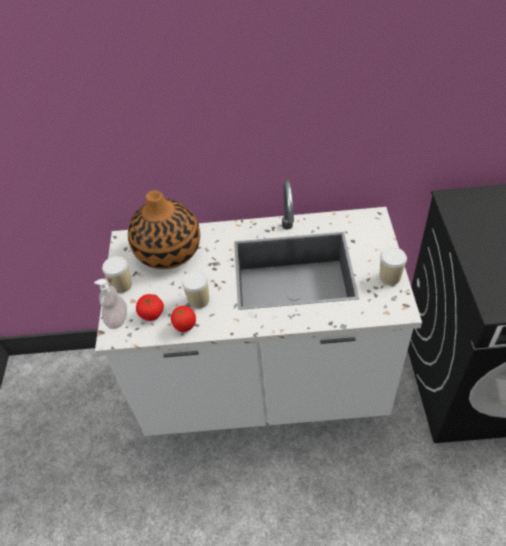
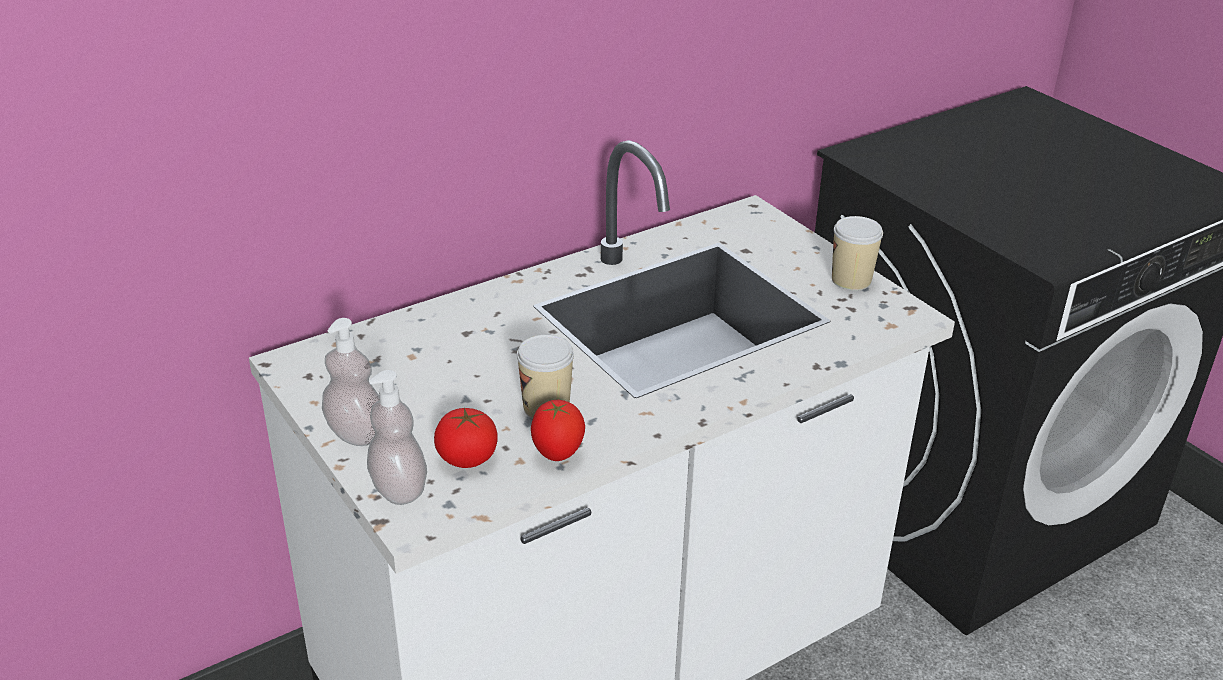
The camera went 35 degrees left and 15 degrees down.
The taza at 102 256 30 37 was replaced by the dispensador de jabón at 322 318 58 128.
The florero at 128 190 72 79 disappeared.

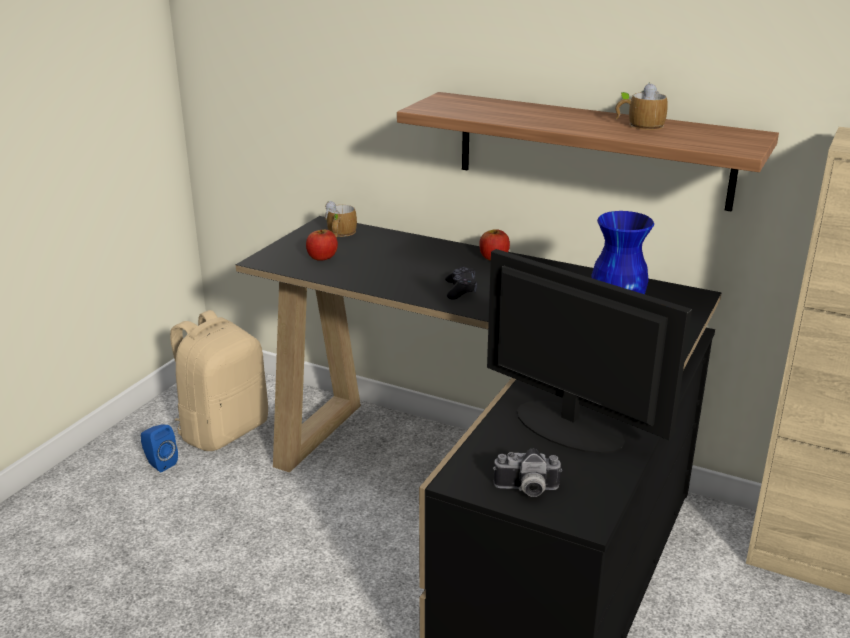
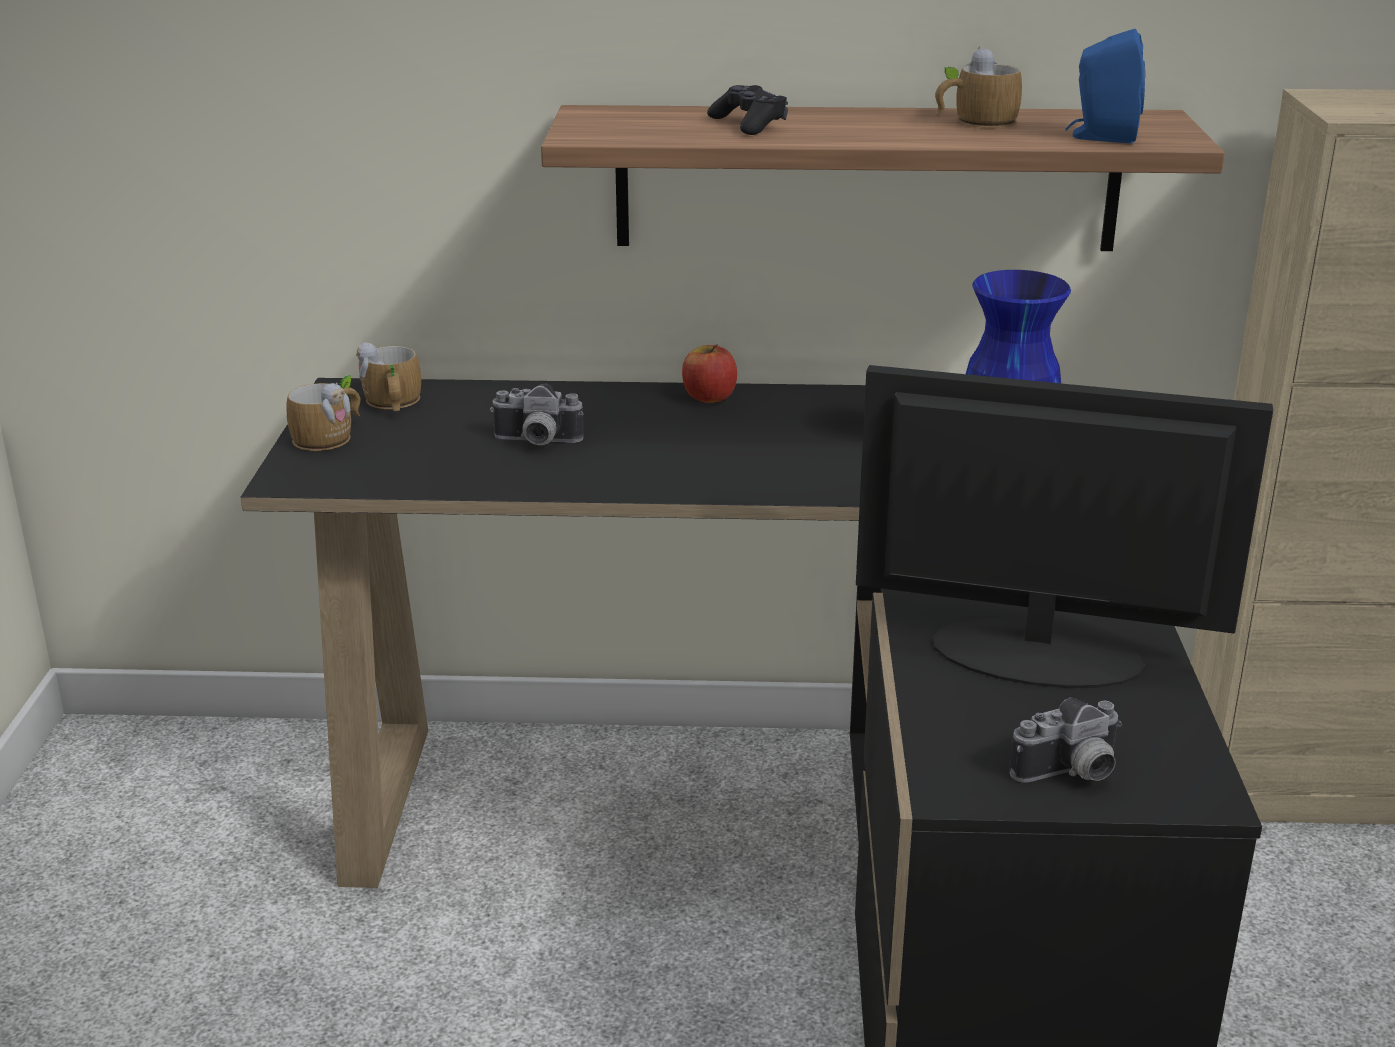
The camera went 25 degrees left and 0 degrees up.
The altavoz (azul) moved from 141 425 37 47 to 1065 29 80 114.
The mochila (beis) at 170 310 98 141 disappeared.
The manzana at 306 230 32 31 disappeared.
The mando de consola (negro) moved from 445 267 32 33 to 707 85 81 50.
The taza grande at 286 375 74 76 appeared.
The cámara at 490 384 94 61 appeared.

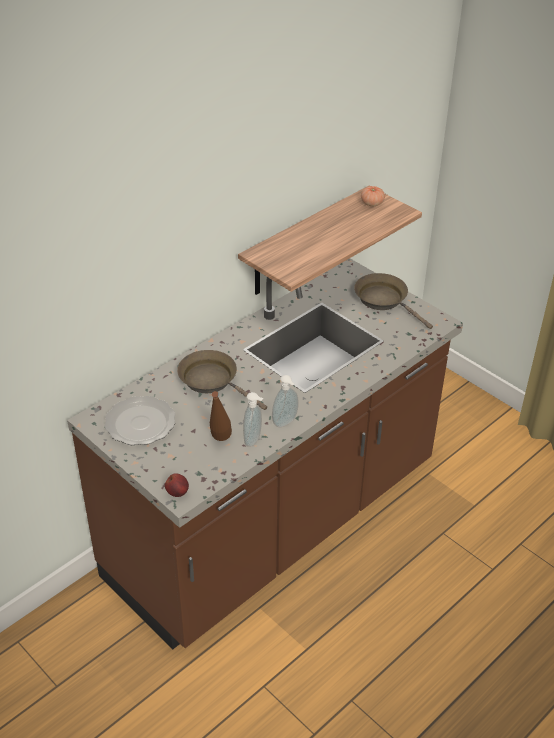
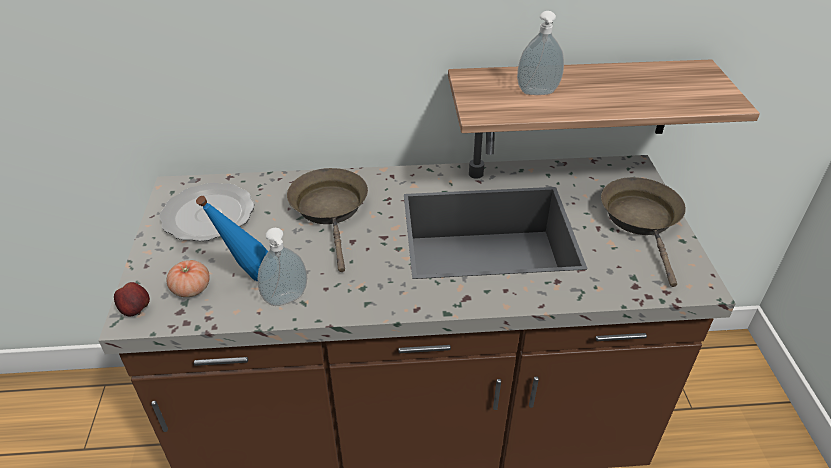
The camera went 40 degrees right and 0 degrees up.
The botella (marrón) at 210 391 22 50 became the botella (azul) at 196 196 72 85.
The dispensador de jabón moved from 272 375 27 52 to 517 11 47 84.
The tomate moved from 361 186 24 20 to 167 260 43 37.

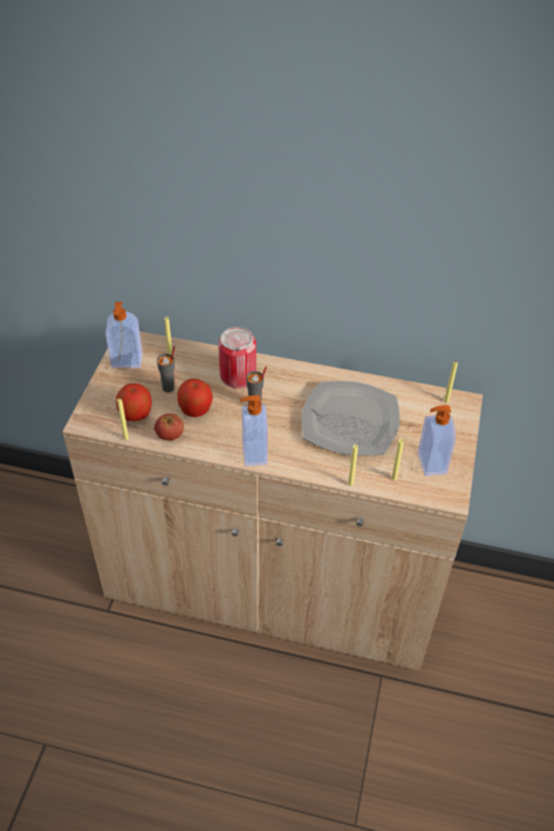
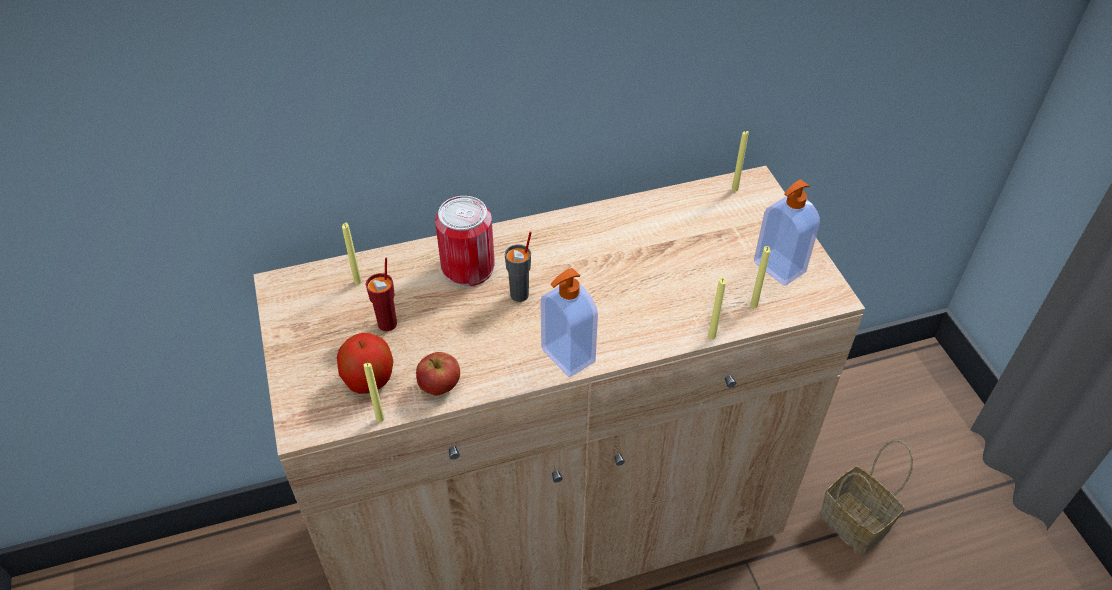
The camera went 30 degrees left and 0 degrees up.
The dispensador de jabón at 105 302 37 66 disappeared.
The taza (gris) at 157 346 18 47 became the taza (rojo) at 365 257 32 74.
The manzana at 177 378 36 39 disappeared.
The plato at 302 381 98 75 disappeared.
The cesta at 820 440 93 114 appeared.

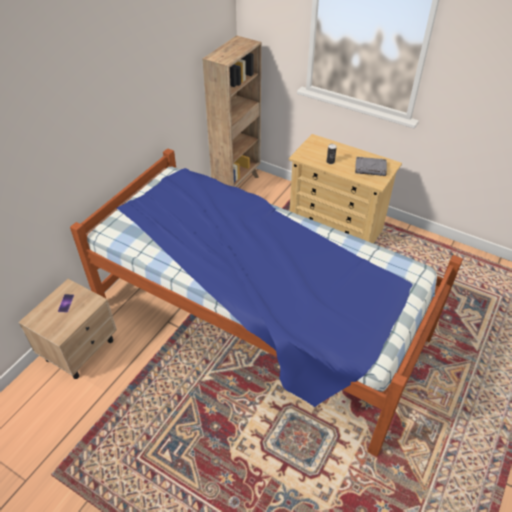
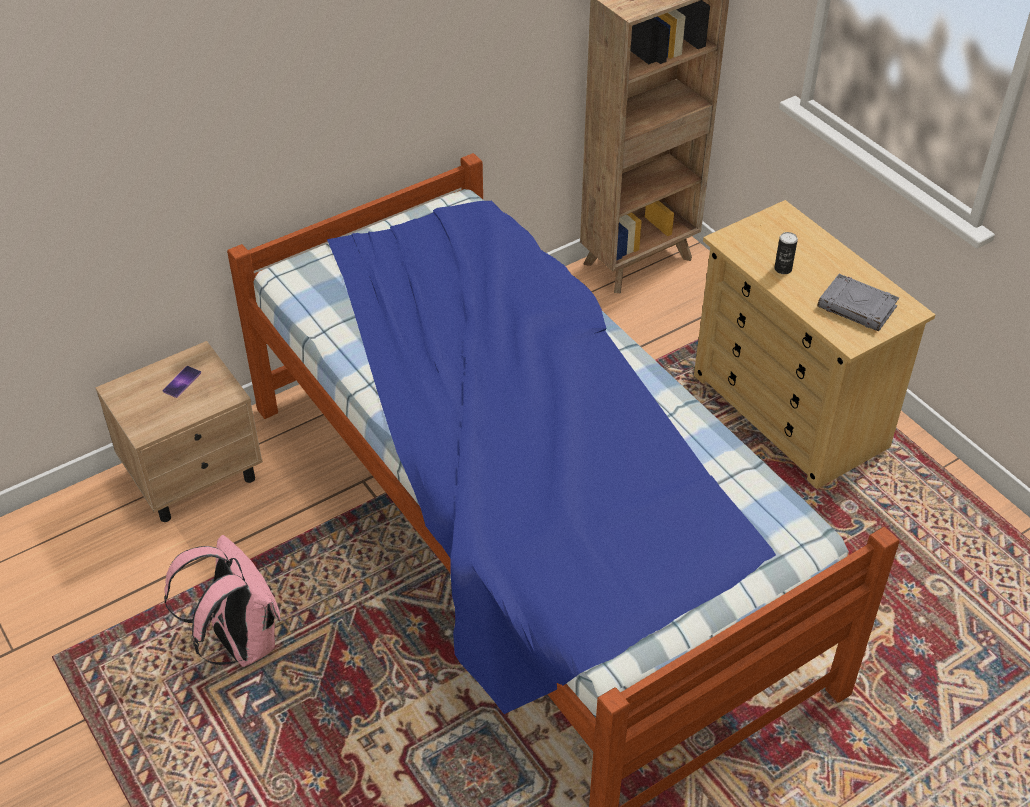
The camera went 25 degrees right and 0 degrees up.
The mochila (rosa) at 164 535 117 132 appeared.

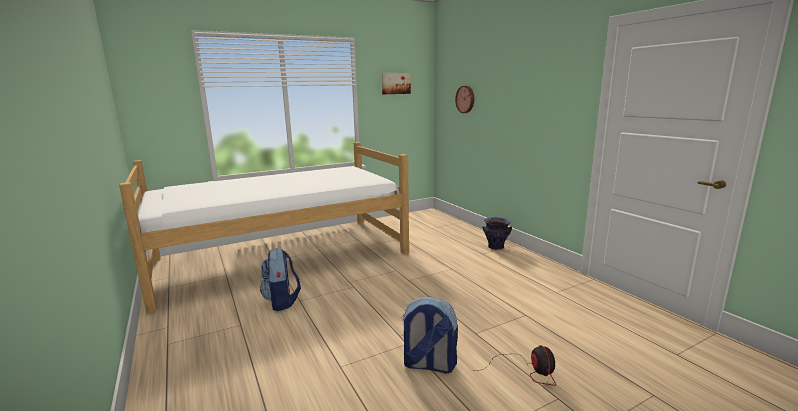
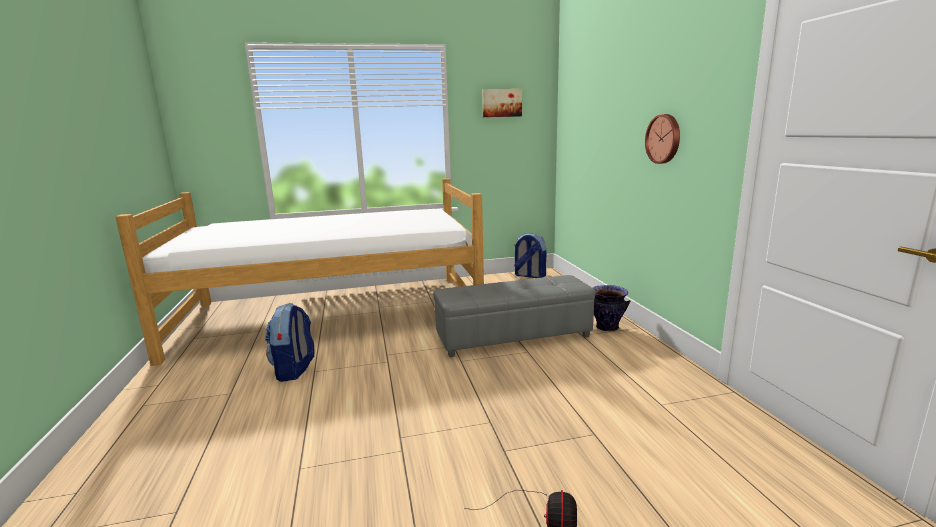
The camera went 15 degrees right and 0 degrees up.
The mochila moved from 401 297 57 77 to 514 233 32 45.
The reloj de pared moved from 455 86 19 27 to 645 114 35 50.
The puf (gris) at 433 275 162 82 appeared.

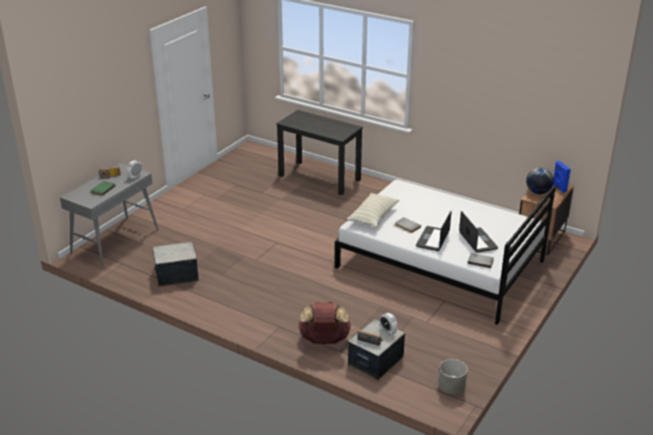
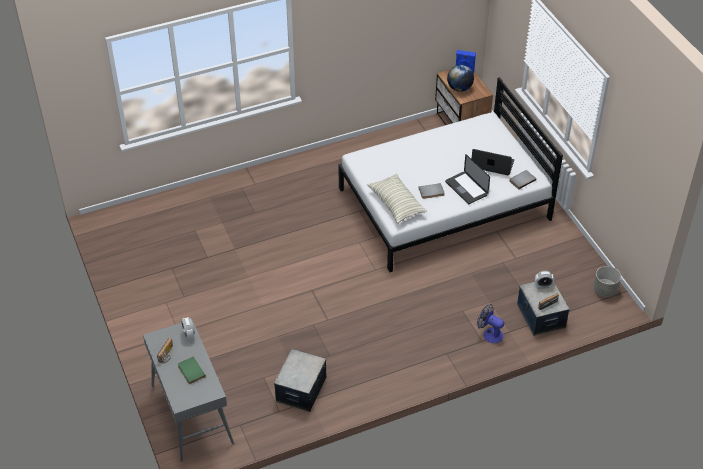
The camera went 55 degrees left and 15 degrees up.
The escritorio (negro) at 276 110 87 85 disappeared.
The mochila (marrón) at 299 301 52 43 was replaced by the ventilador at 477 304 27 39.

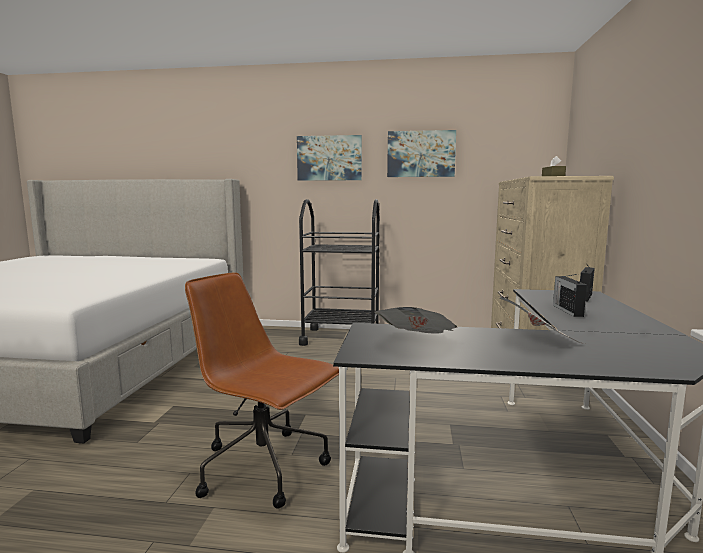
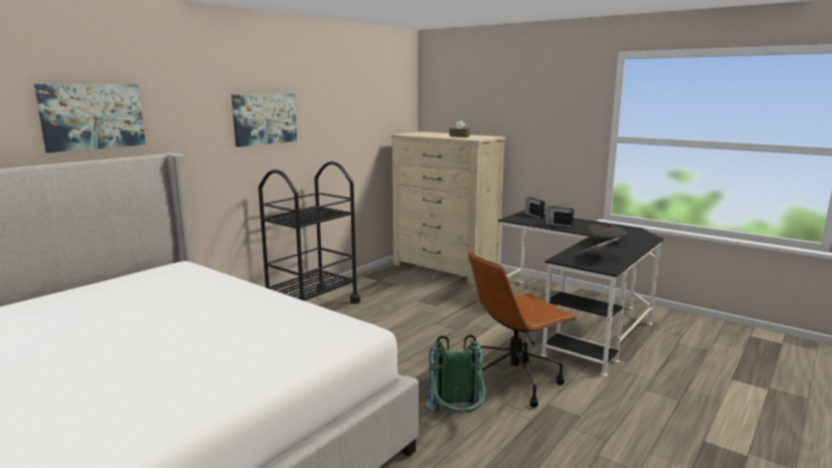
The camera went 60 degrees left and 5 degrees up.
The cuadro moved from 387 130 69 47 to 34 84 112 69.
The mochila (verde) at 426 334 60 78 appeared.

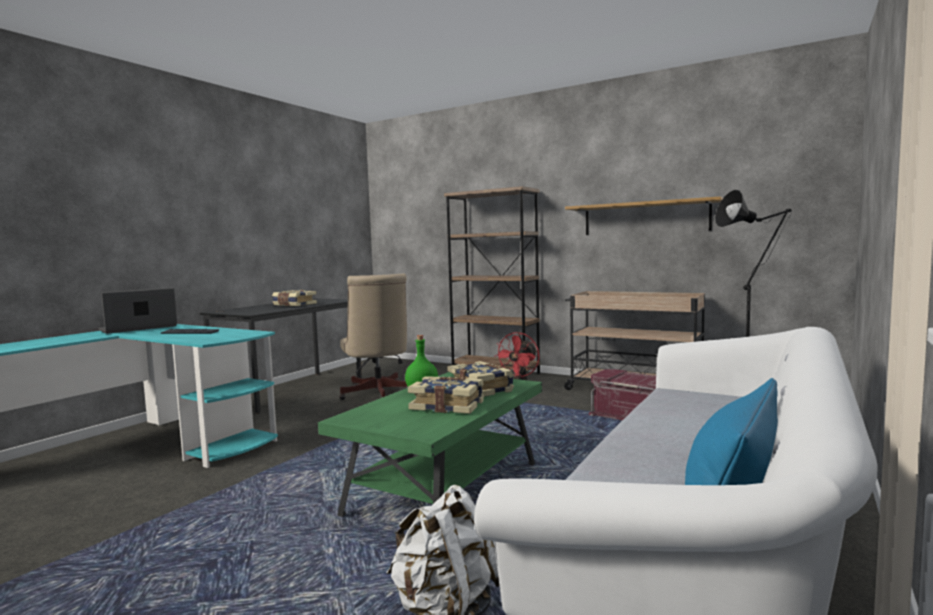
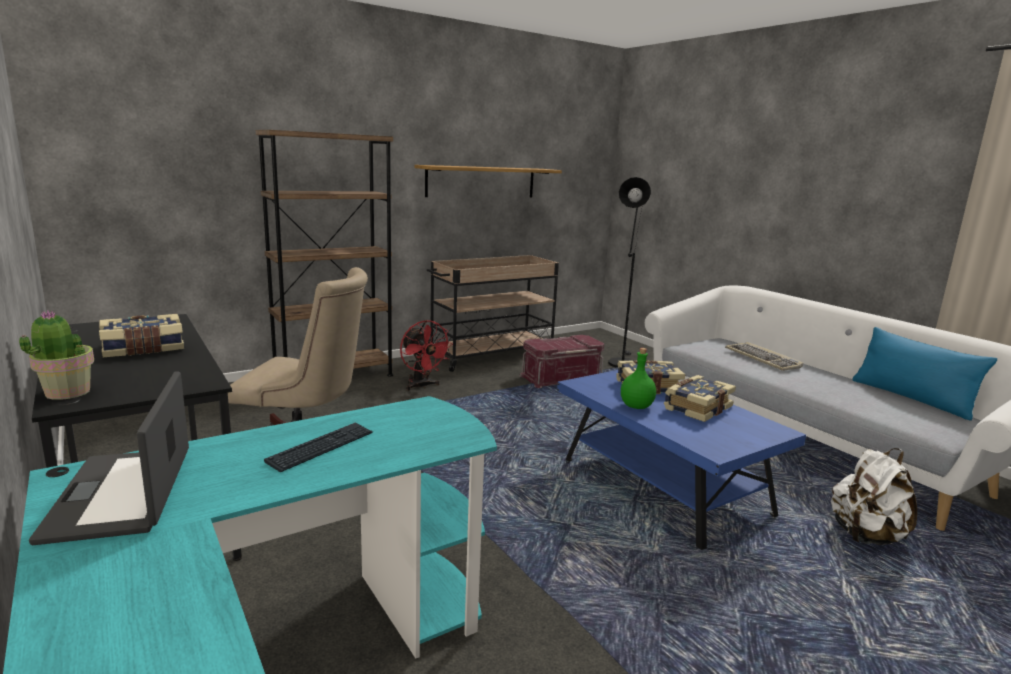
The camera went 65 degrees left and 10 degrees up.
The mesa de centro (verde) at 318 372 224 145 became the mesa de centro (azul) at 557 370 249 180.
The planta en maceta at 19 311 75 89 appeared.
The teclado at 725 342 79 29 appeared.

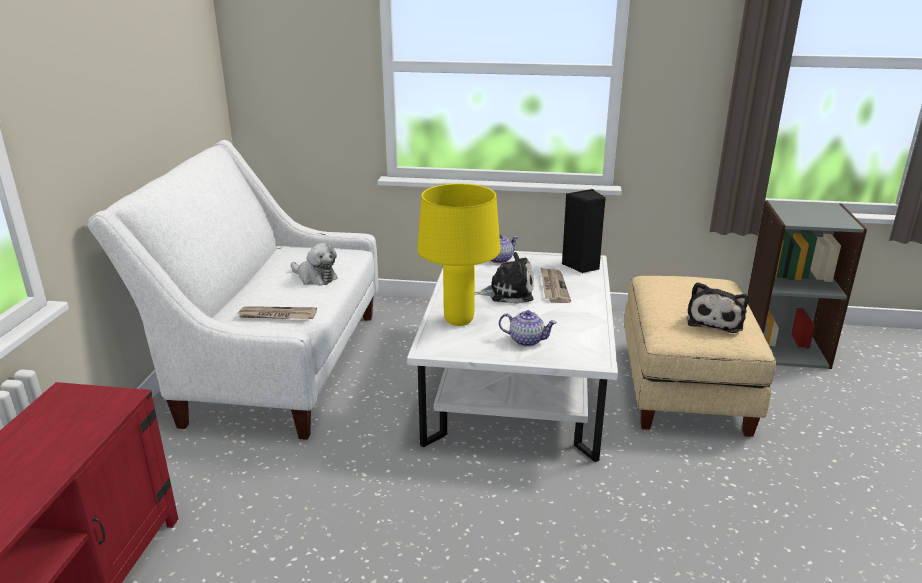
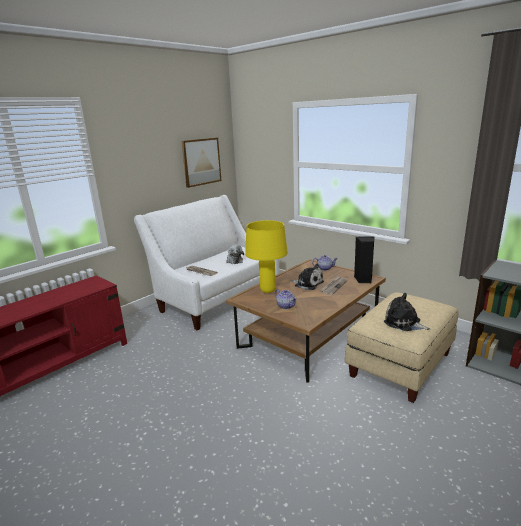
The camera went 35 degrees right and 5 degrees down.
The mesa de centro (blanco) at 407 251 211 211 became the mesa de centro (marrón) at 226 259 160 123.
The peluche at 687 282 62 51 turned 75 degrees clockwise.
The cuadro at 181 138 40 50 appeared.

